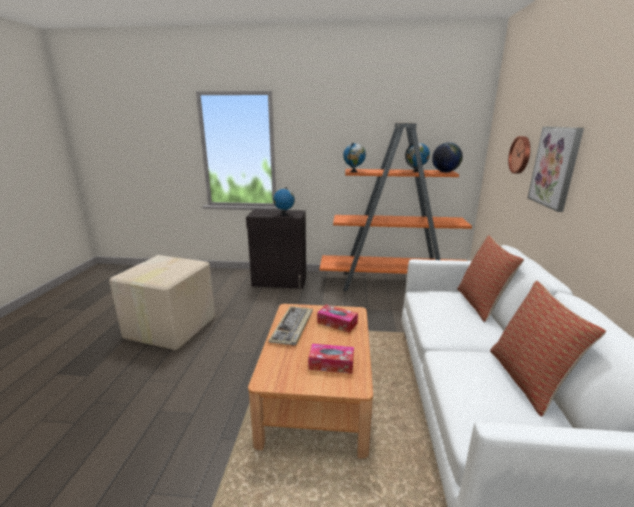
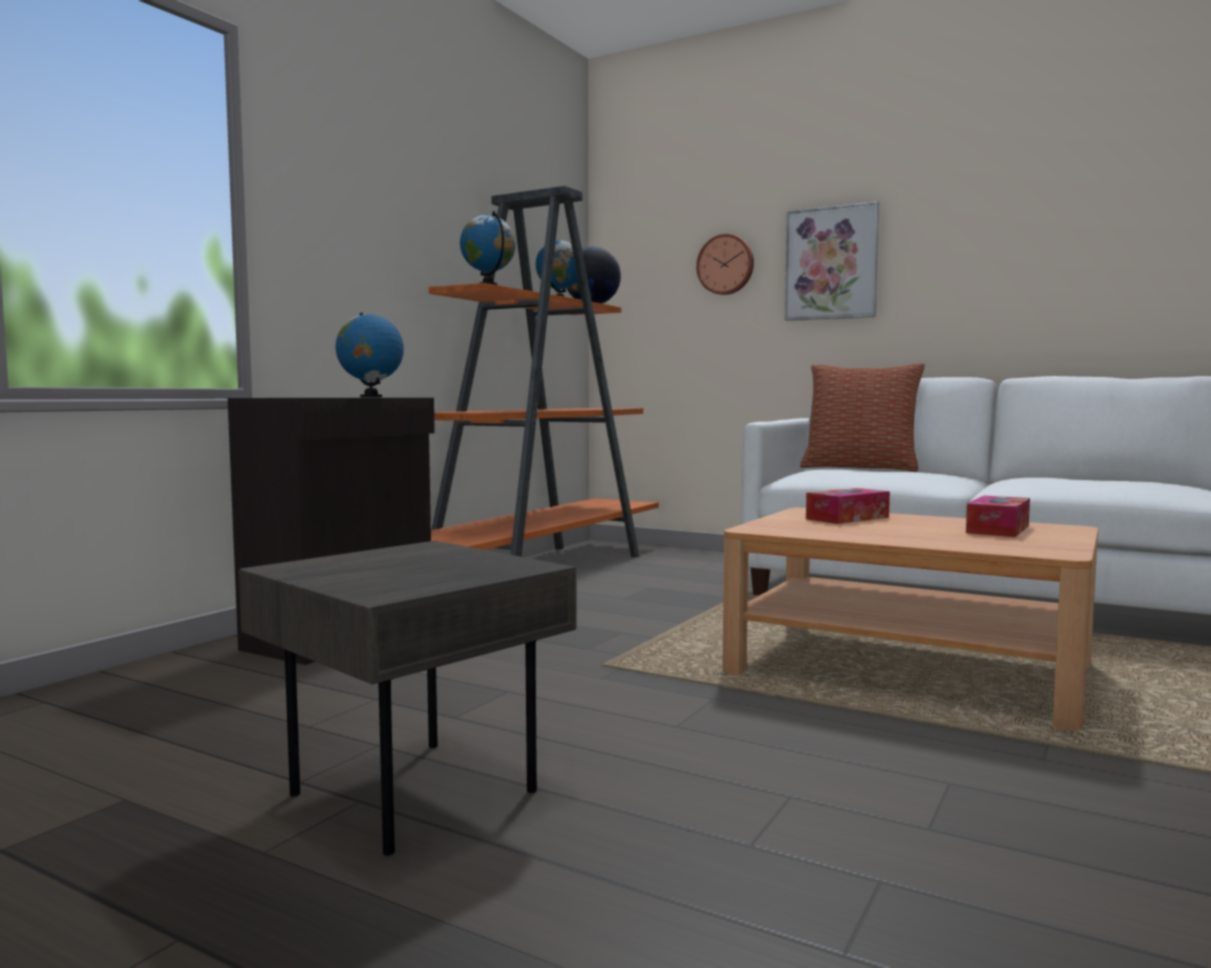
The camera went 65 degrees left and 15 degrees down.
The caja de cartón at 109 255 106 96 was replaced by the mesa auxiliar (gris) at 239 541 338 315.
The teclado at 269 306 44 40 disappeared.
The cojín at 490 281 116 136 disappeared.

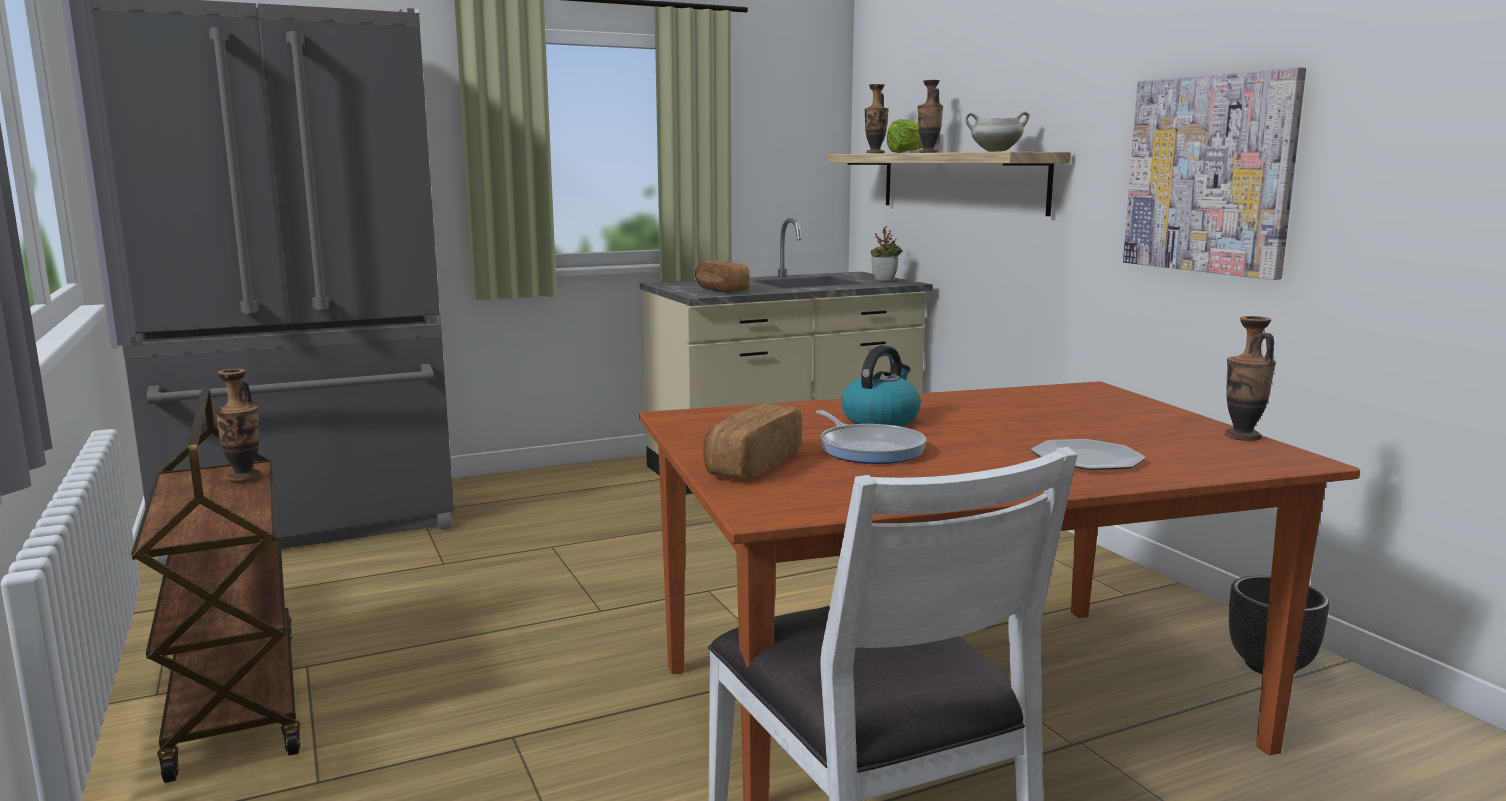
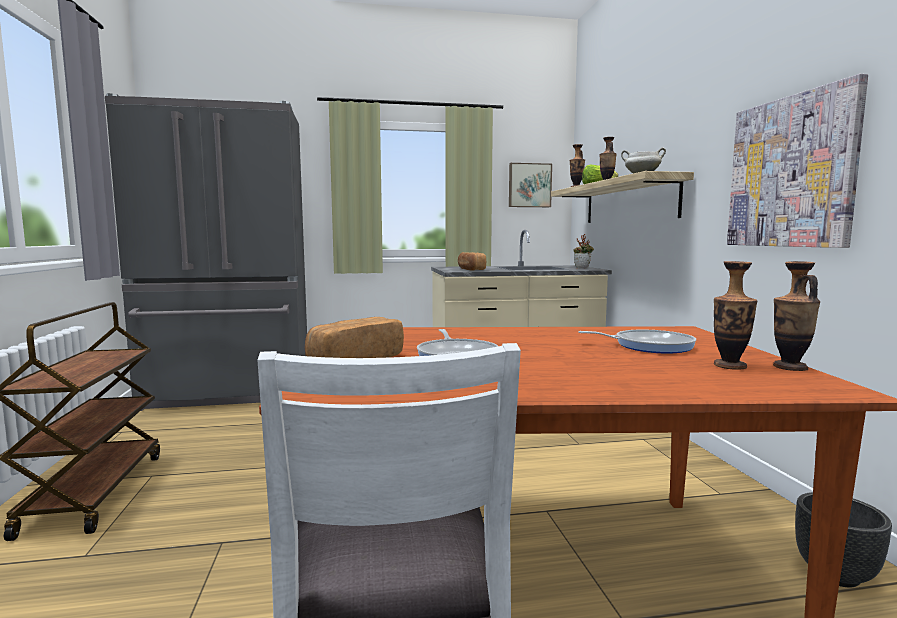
The camera went 15 degrees right and 5 degrees down.
The florero moved from 214 369 47 112 to 714 261 43 109.
The hervidor at 841 345 80 81 disappeared.
The plato at 1031 439 114 31 disappeared.
The cuadro at 509 163 43 44 appeared.
The sartén at 578 329 118 25 appeared.

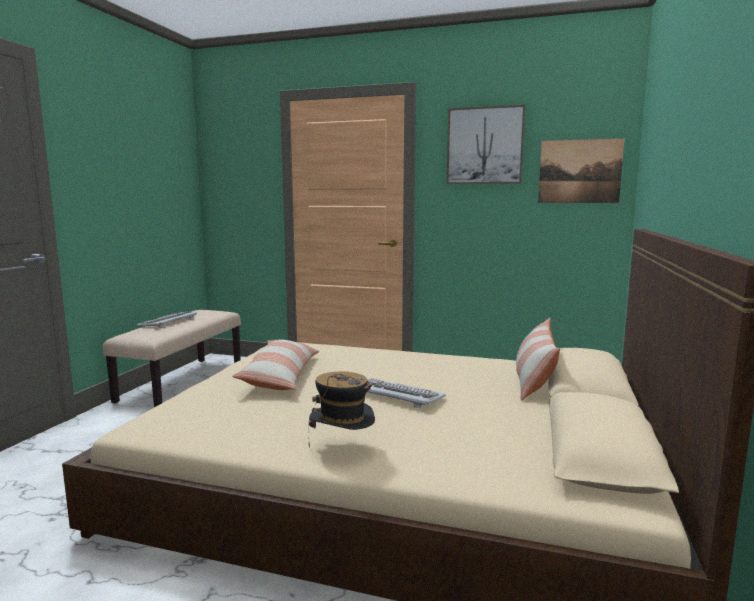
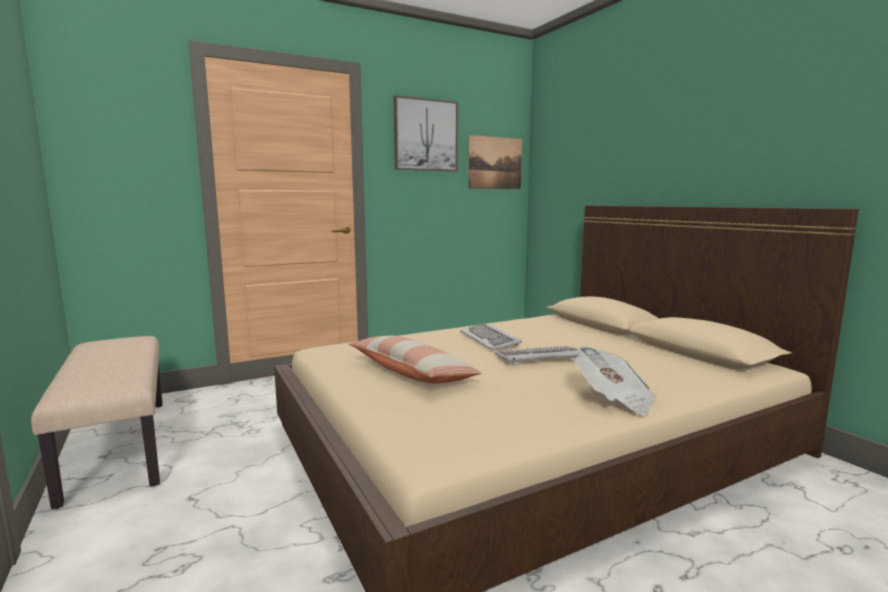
The camera went 45 degrees left and 0 degrees up.
The teclado moved from 137 311 60 17 to 461 323 61 27.
The sombrero at 308 371 67 77 was replaced by the periódico at 575 346 81 70.
The cojín at 516 318 44 83 disappeared.

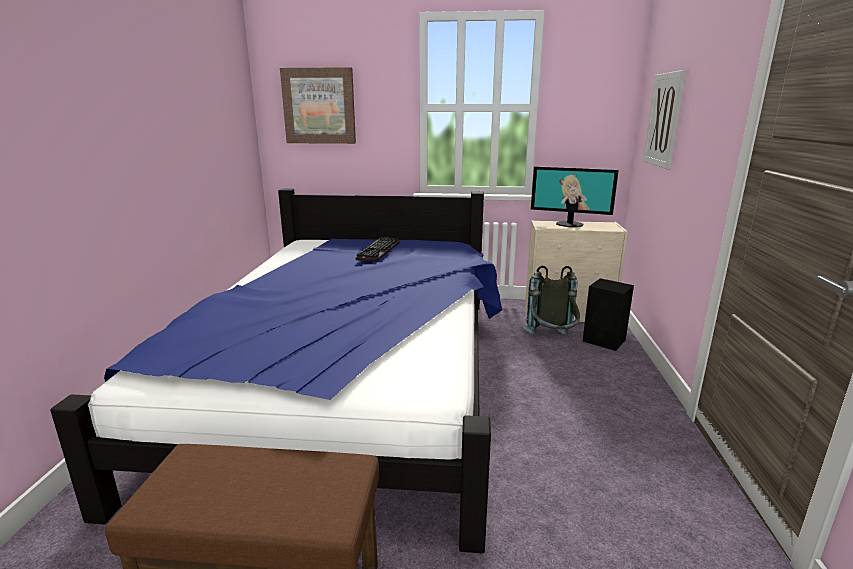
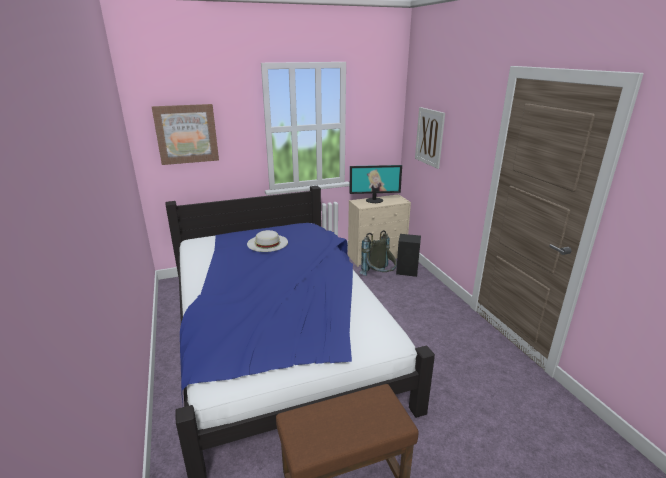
The camera went 25 degrees left and 5 degrees up.
The teclado at 356 237 44 25 was replaced by the sombrero (blanco) at 247 230 41 22.

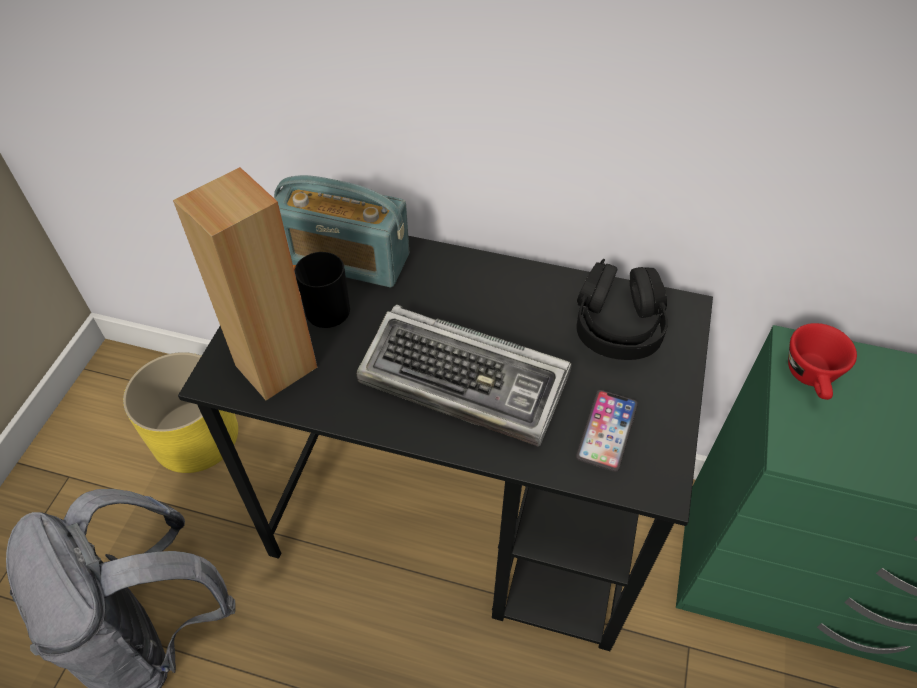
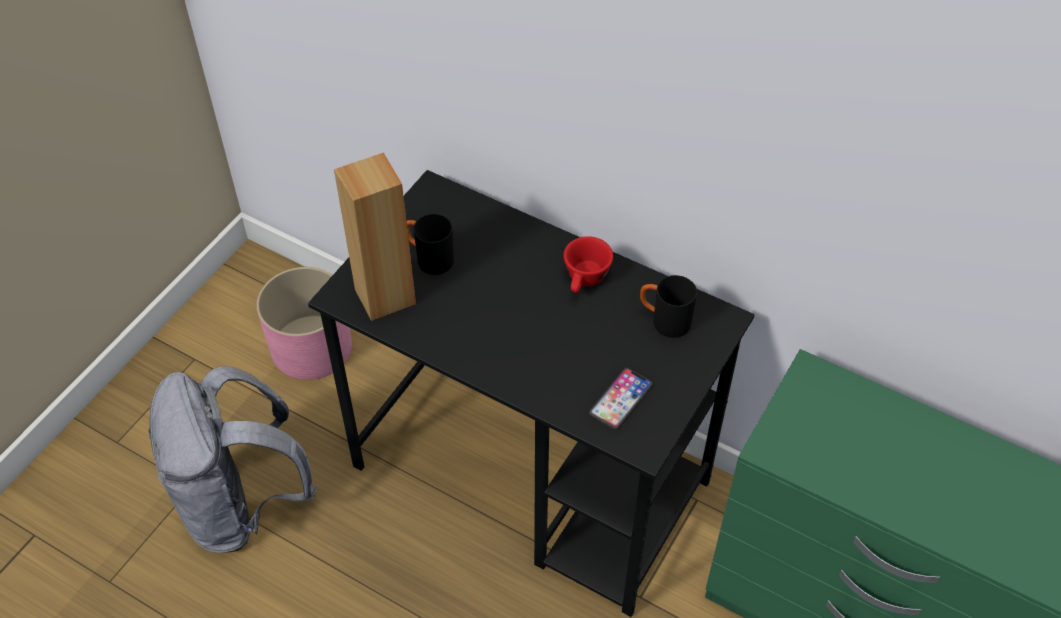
The camera went 15 degrees right and 0 degrees up.
The maceta (amarillo) at 123 352 115 121 became the maceta (rosa) at 257 267 95 113.
The radio at 274 175 135 112 disappeared.
The teclado at 356 304 215 143 disappeared.
The auriculares (negro) at 576 259 92 101 was replaced by the taza grande (negro) at 640 275 57 63.
The taza (rojo) moved from 788 323 69 77 to 564 236 49 57.

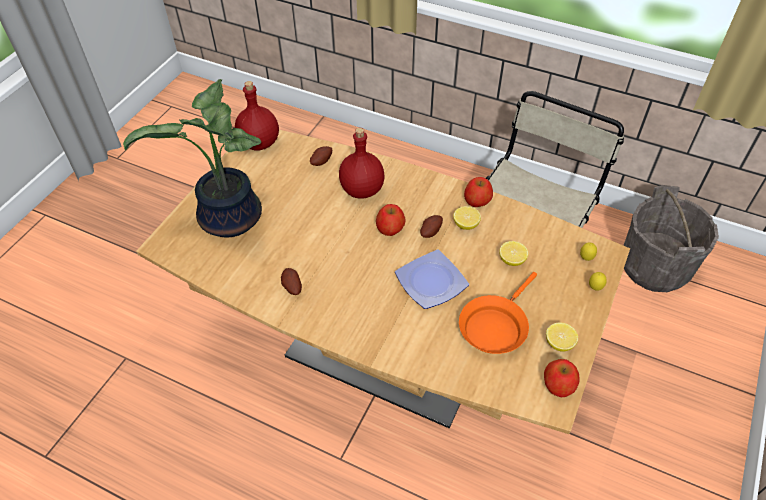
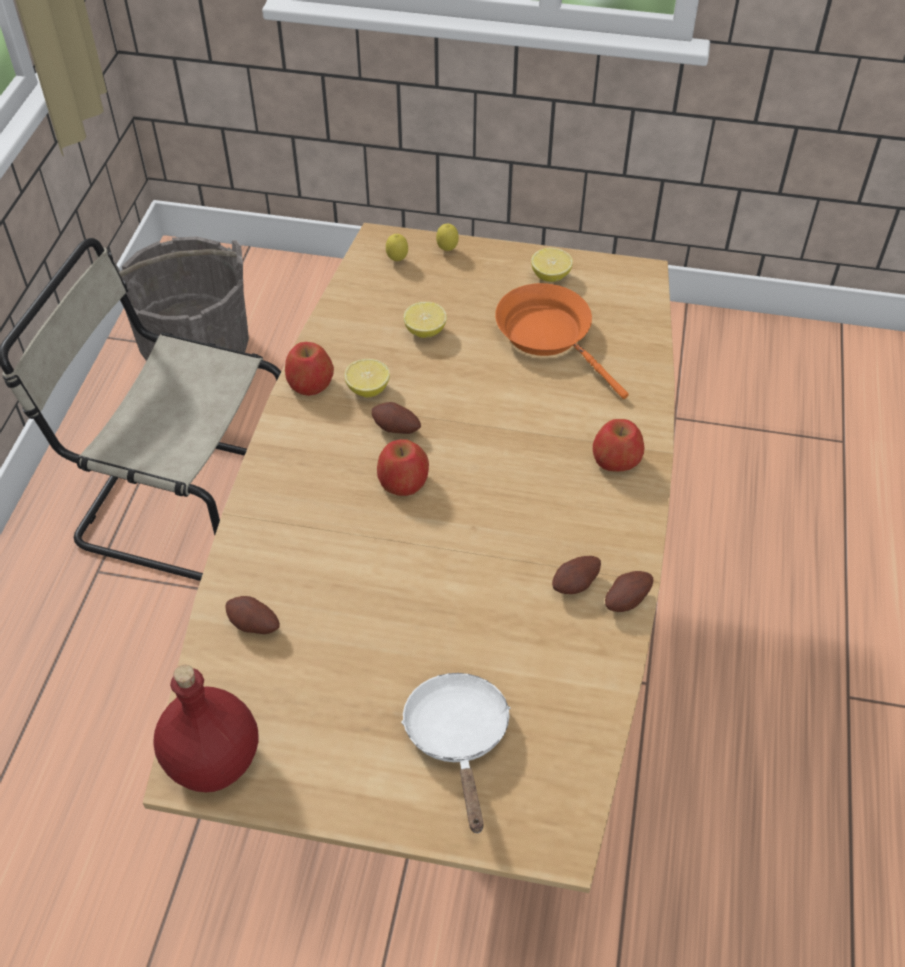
The camera went 105 degrees left and 0 degrees up.
The planta en maceta at 123 79 139 159 was replaced by the sartén (blanco) at 401 673 110 160.
The botella (rojo) at 339 128 46 71 disappeared.
The plato at 395 249 74 60 disappeared.
The sartén (naranja) at 459 272 78 82 turned 150 degrees counterclockwise.
The manzana moved from 544 359 36 38 to 593 419 51 53.
The patata at 605 571 48 41 appeared.

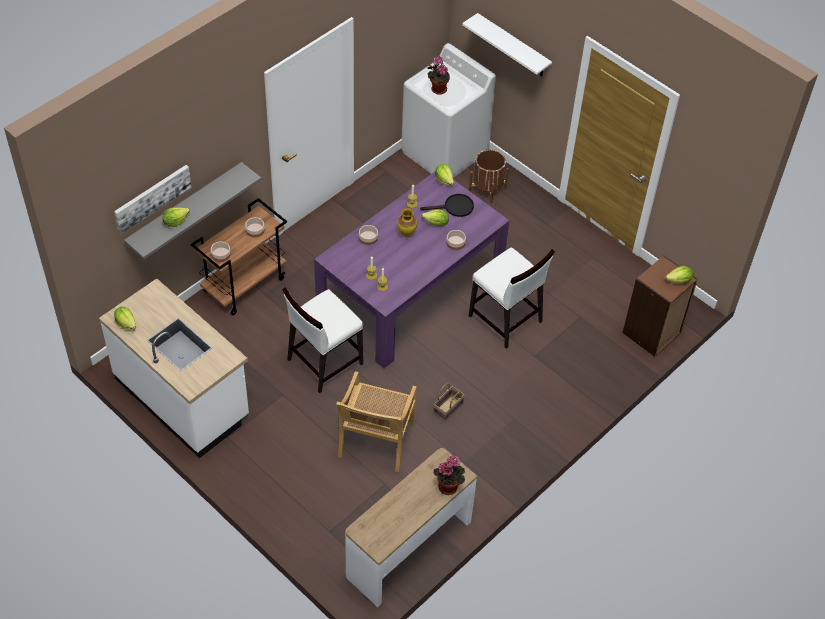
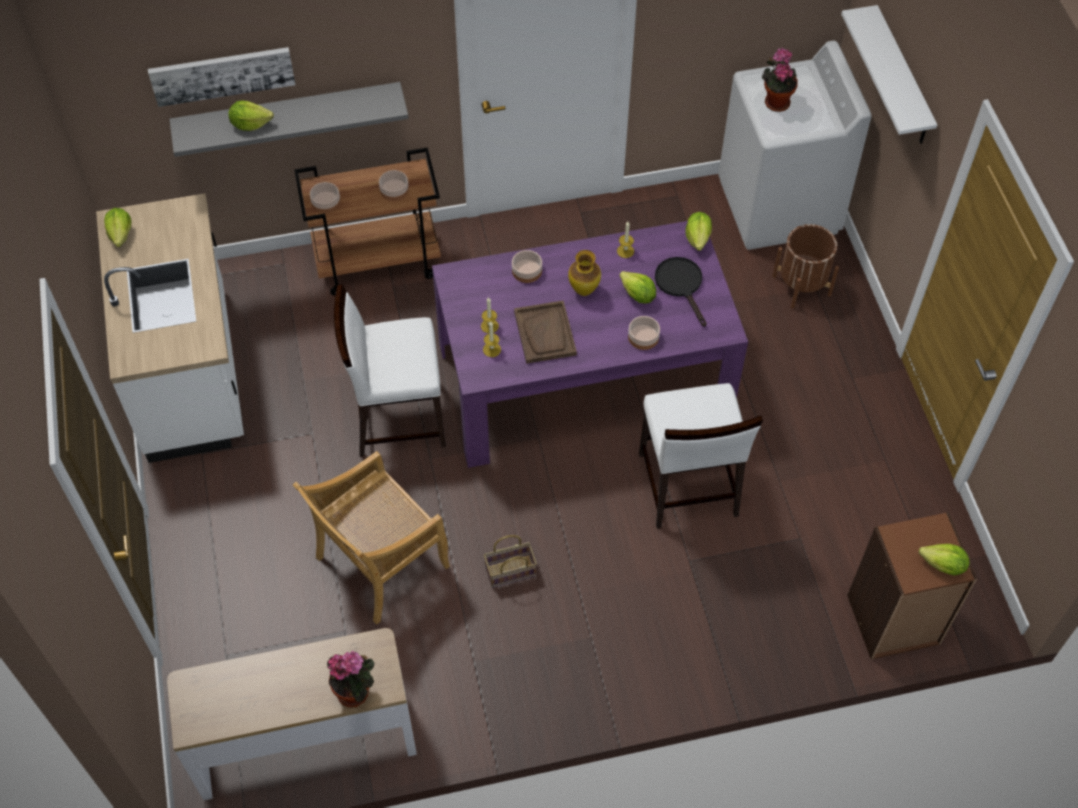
The camera went 35 degrees right and 5 degrees up.
The sartén (negro) at 420 194 54 23 turned 135 degrees counterclockwise.
The bandeja (marrón) at 514 301 63 63 appeared.

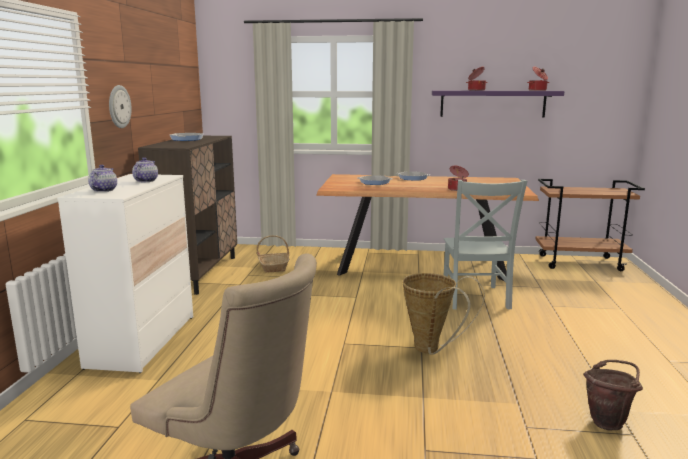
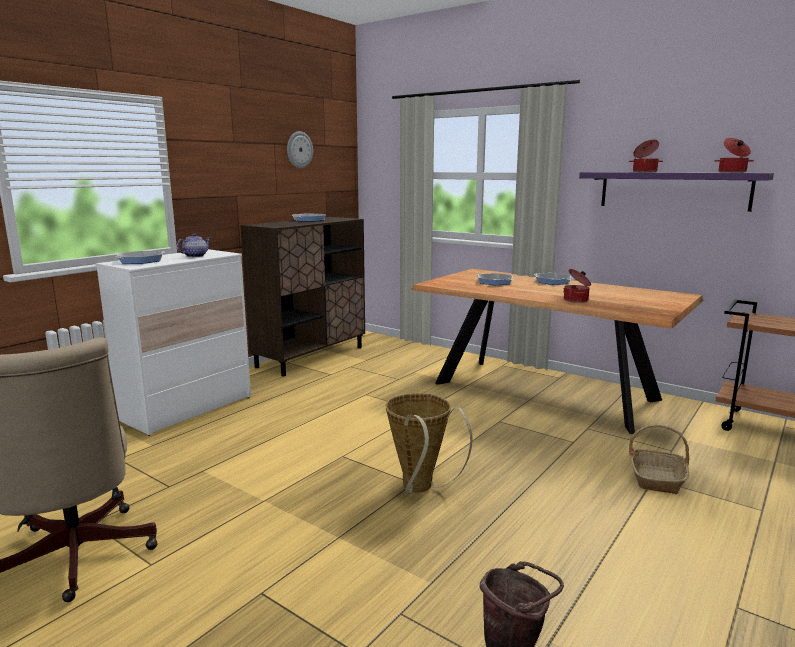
The camera went 30 degrees right and 0 degrees up.
The tetera at 88 165 29 27 was replaced by the sartén at 115 251 49 13.
The reloj de pared moved from 109 85 23 43 to 287 131 26 37.
The cesta moved from 256 235 34 38 to 629 425 60 69.
The silla (gris) at 444 180 83 130 disappeared.

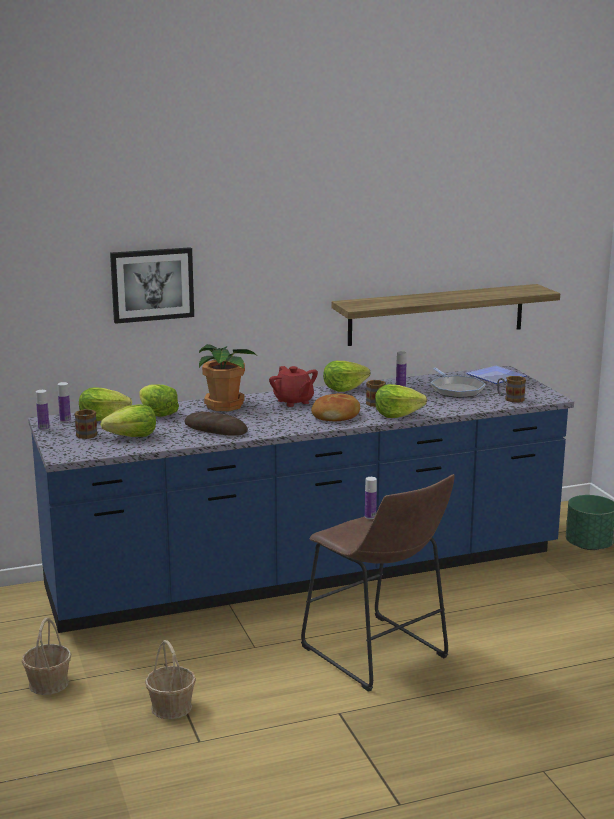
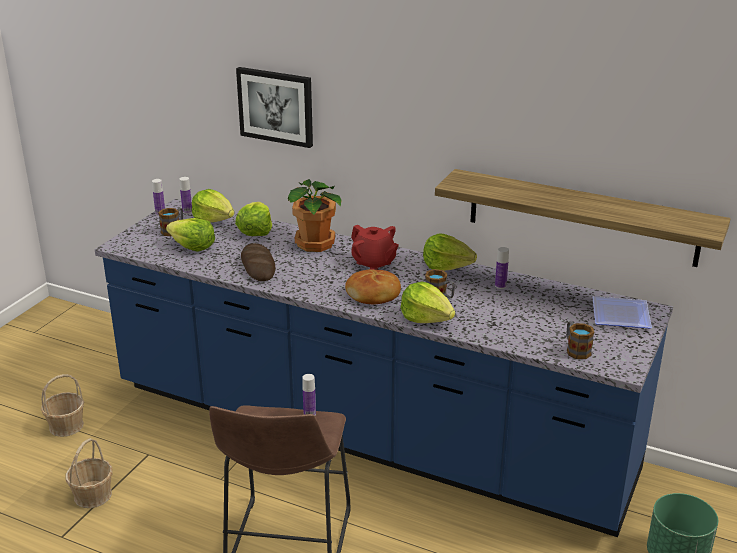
The camera went 45 degrees right and 10 degrees up.
The tetera (rojo) at 269 366 49 41 turned 60 degrees counterclockwise.
The sartén at 431 368 55 30 disappeared.

